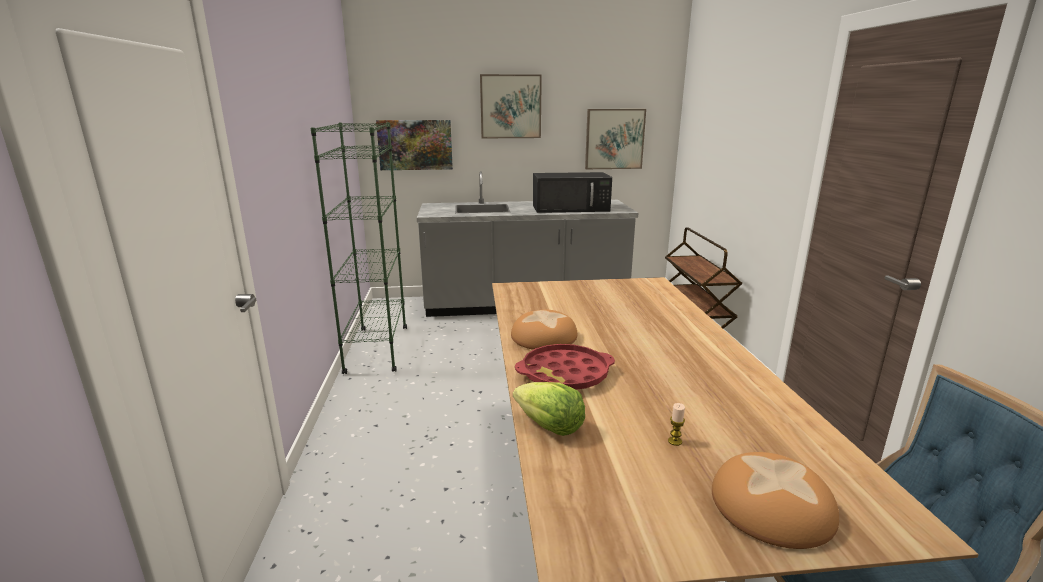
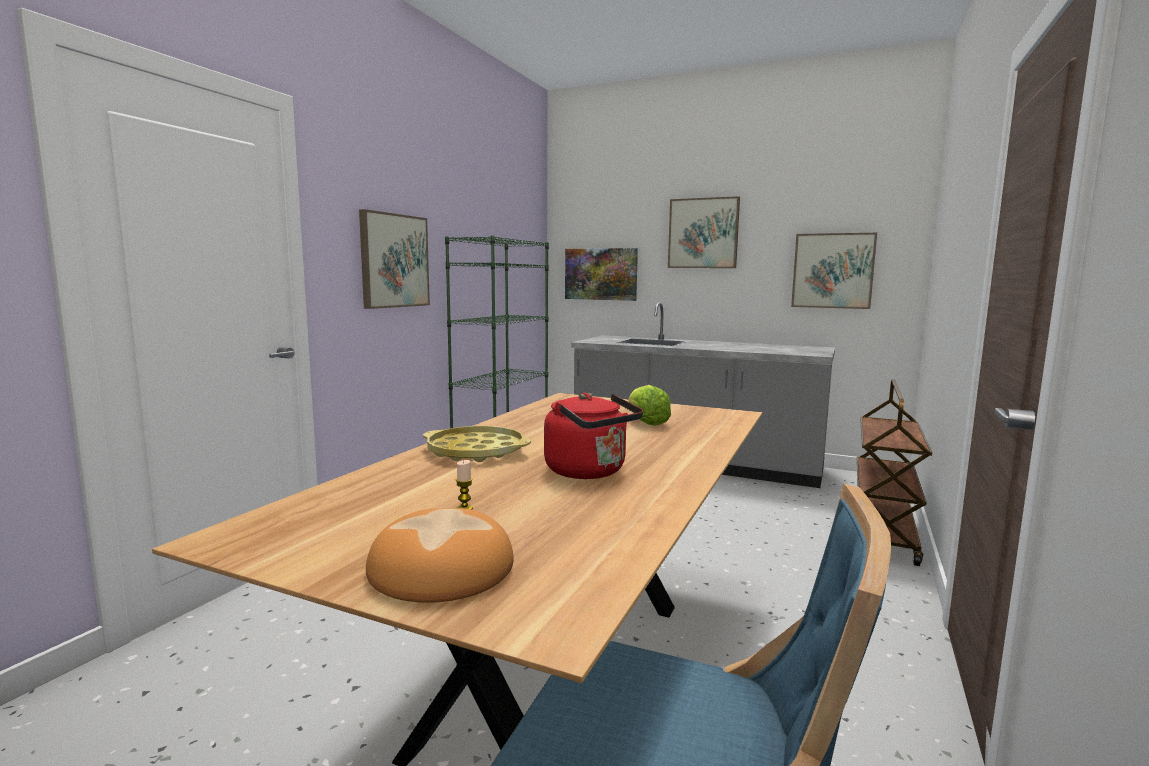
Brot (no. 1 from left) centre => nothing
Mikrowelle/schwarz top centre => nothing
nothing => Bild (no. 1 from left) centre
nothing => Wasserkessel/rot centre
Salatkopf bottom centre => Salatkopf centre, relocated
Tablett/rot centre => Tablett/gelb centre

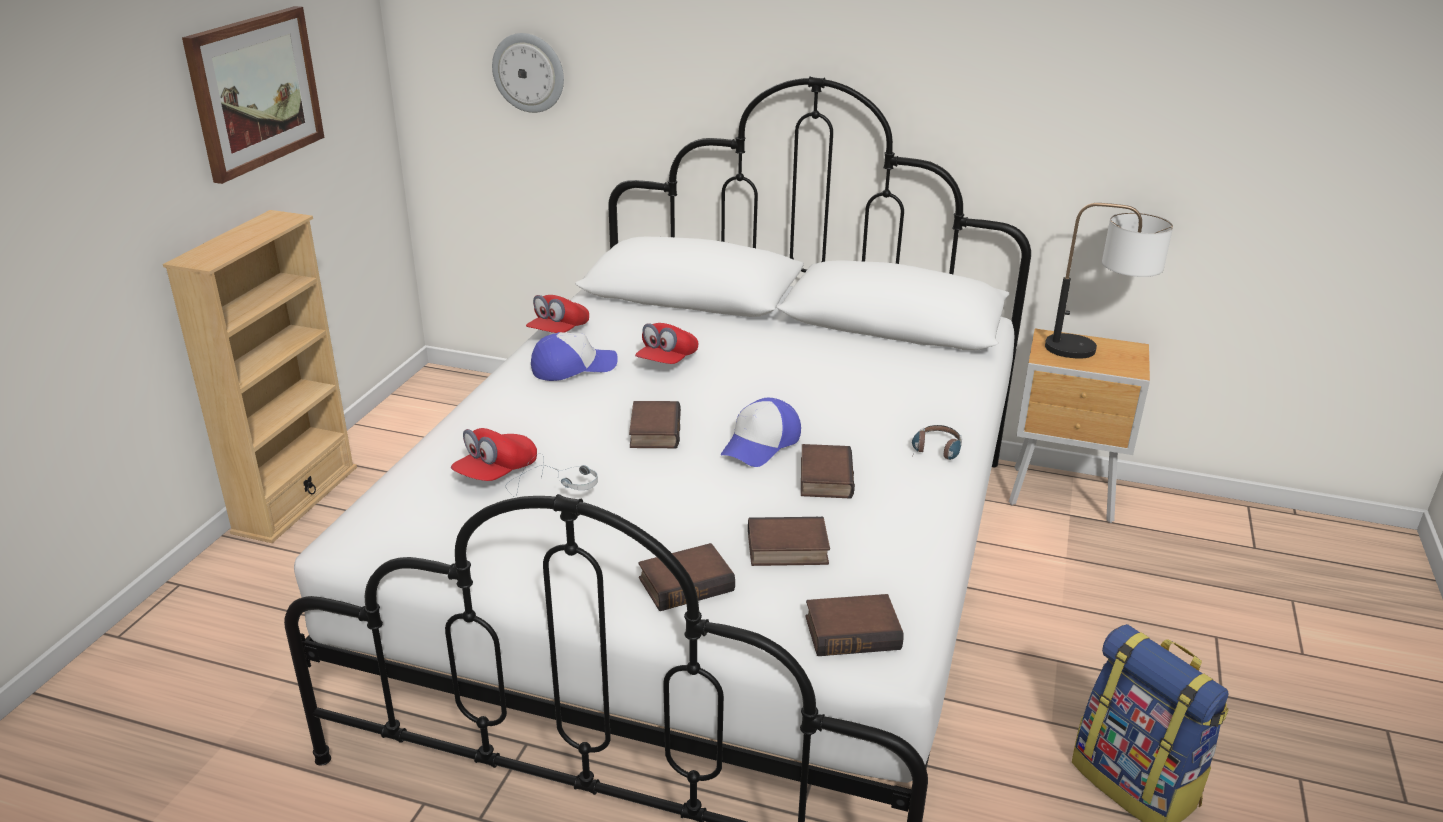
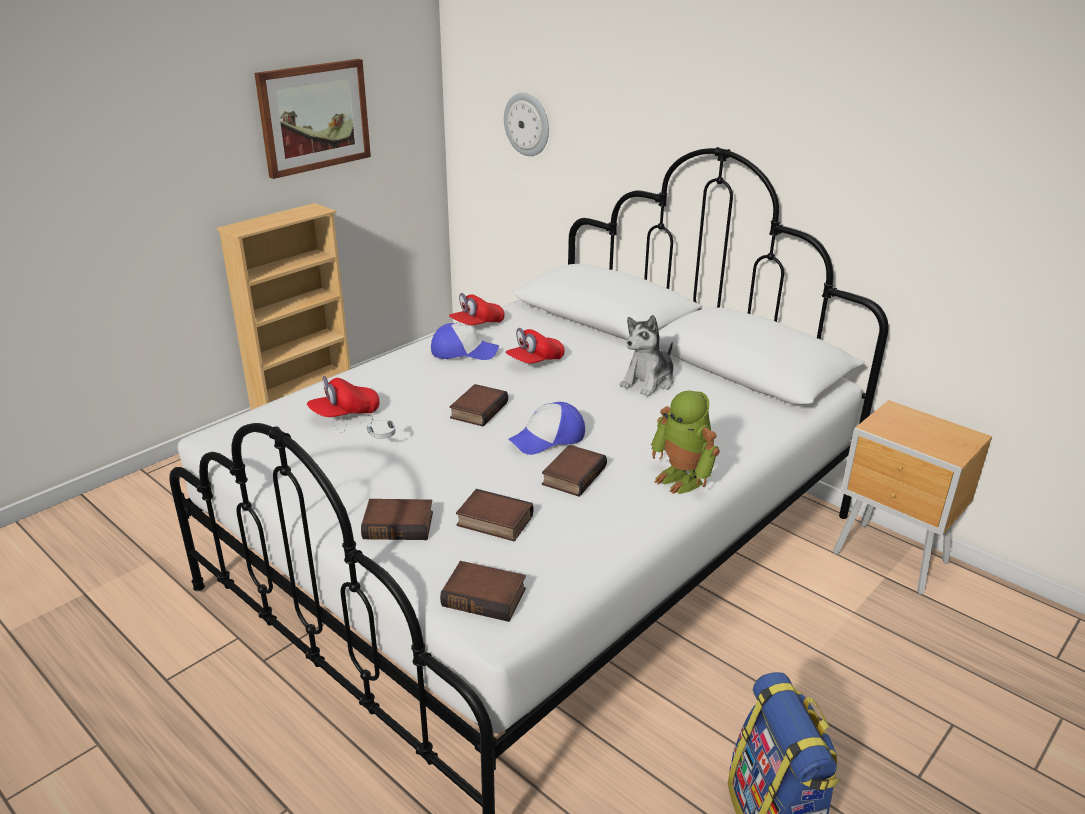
Tischlampe middle right => nothing
nothing => Plüschtier centre
Kopfhörer (no. 2 from left) centre => Spielzeugroboter centre

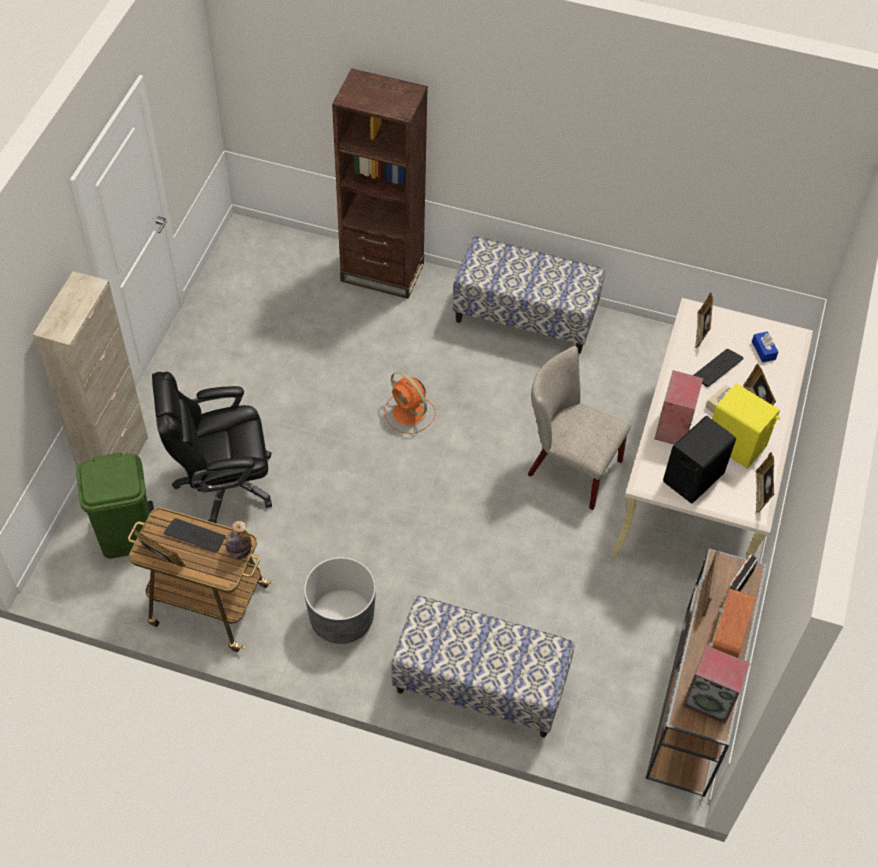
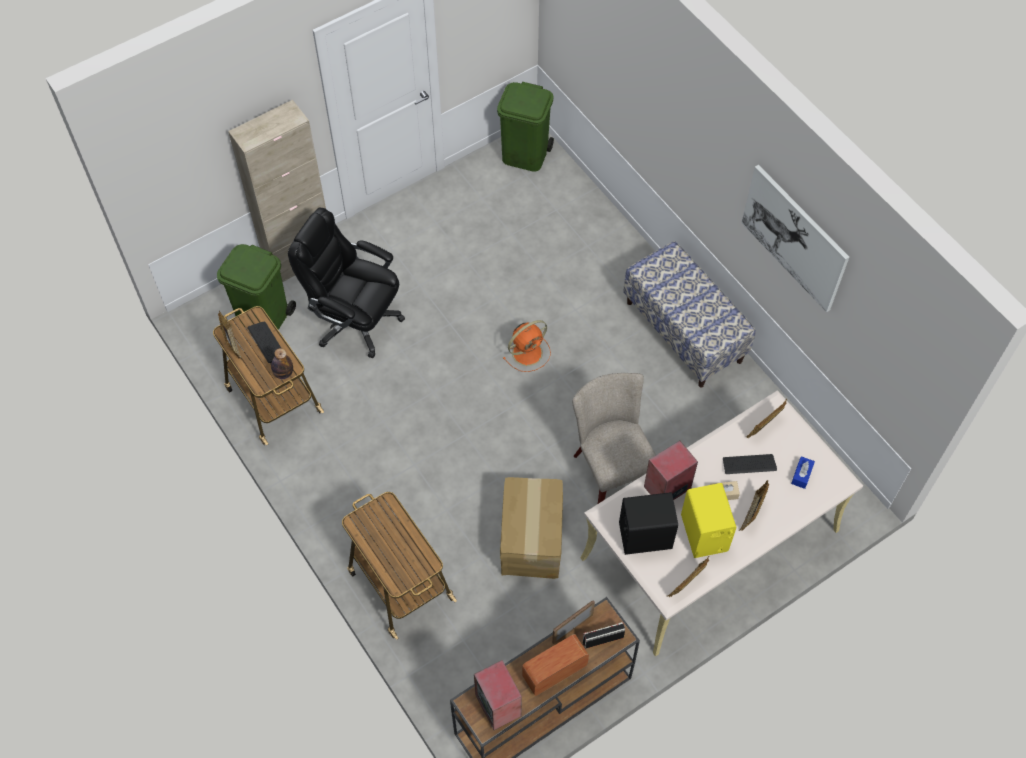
Pflanzkübel/grau bottom centre => nothing
Bücherregal/braun top centre => nothing
nothing => Mülleimer/grün (no. 2 from left) top centre
nothing => Karton bottom centre
nothing => Bild top right
Bank (no. 1 from left) bottom centre => Rollwagen (no. 2 from left) bottom centre
Ventilator/orange centre, 120 degrees counterclockwise

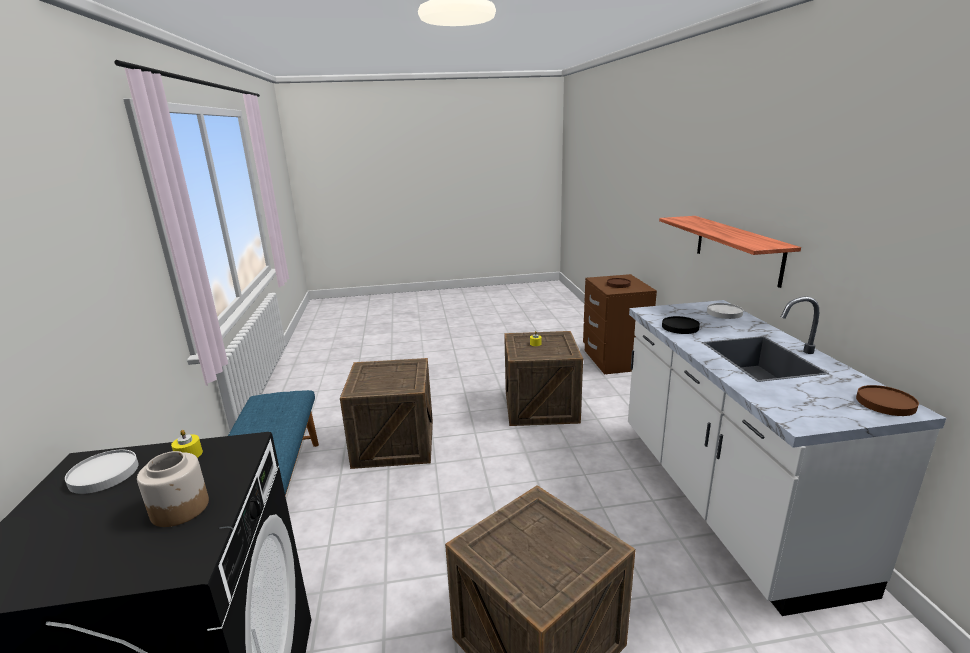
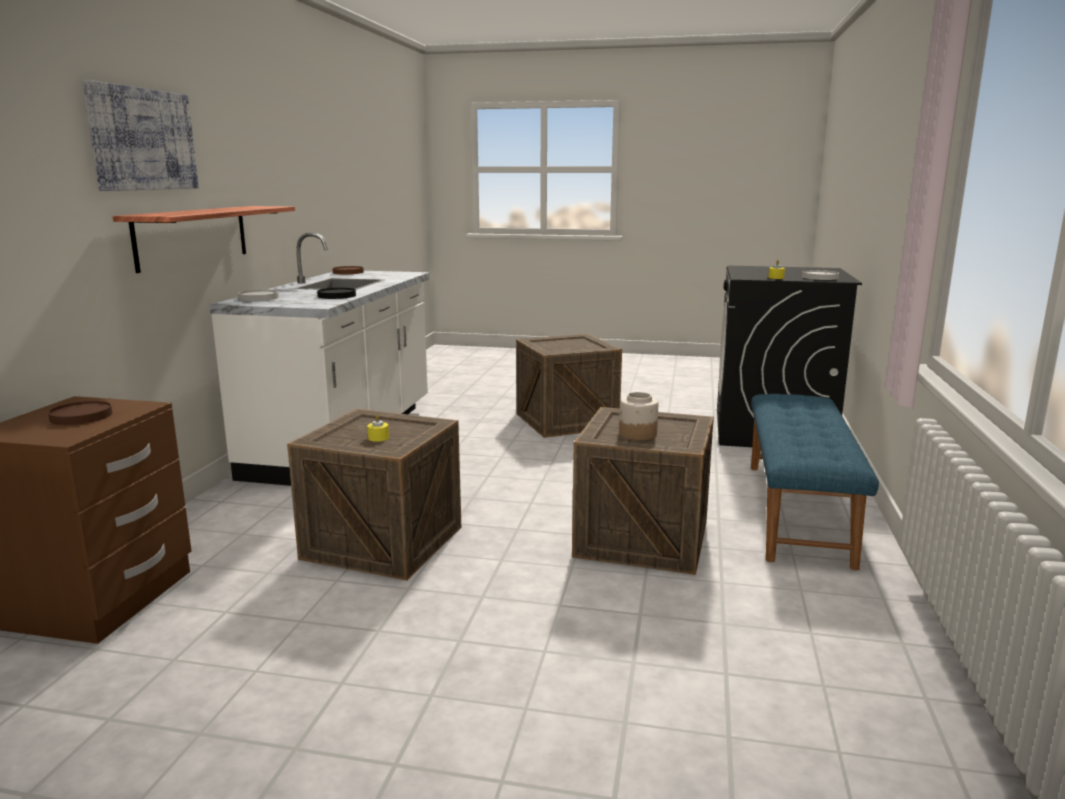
nothing => Bild top left
Vorratsglas bottom left => Vorratsglas centre, relocated

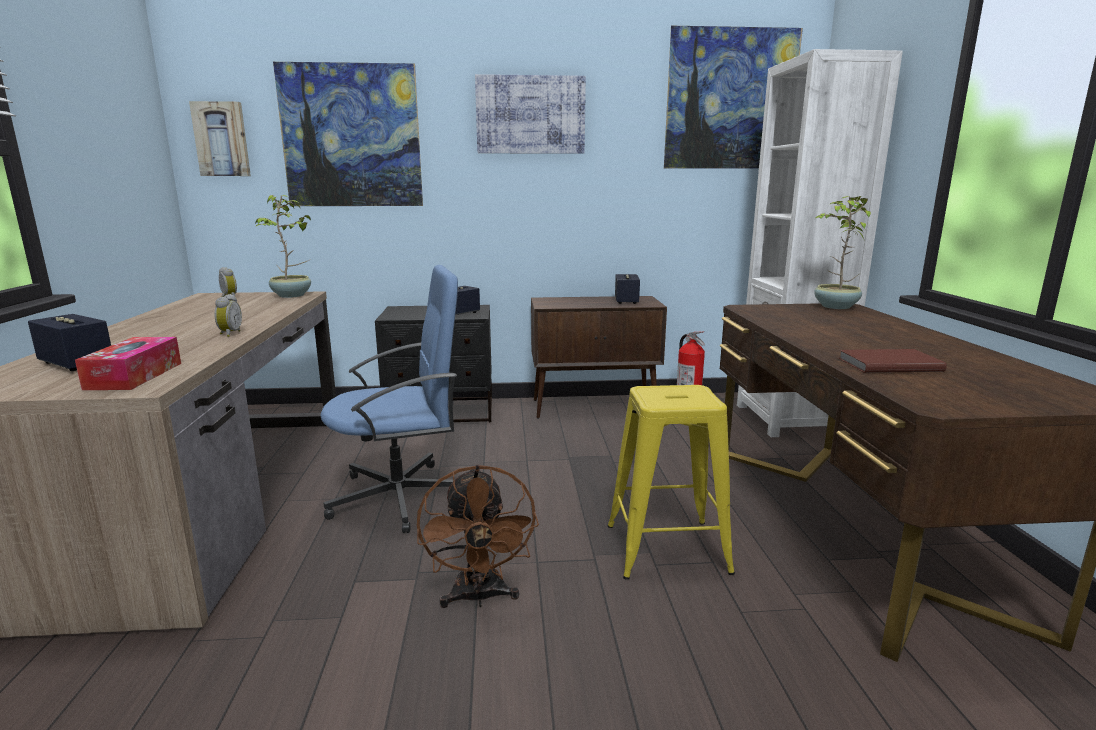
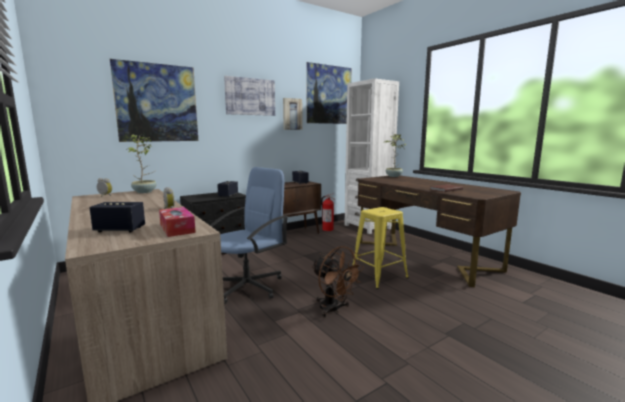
Bild (no. 1 from left in the first image) top left => Bild (no. 3 from left) top centre, relocated

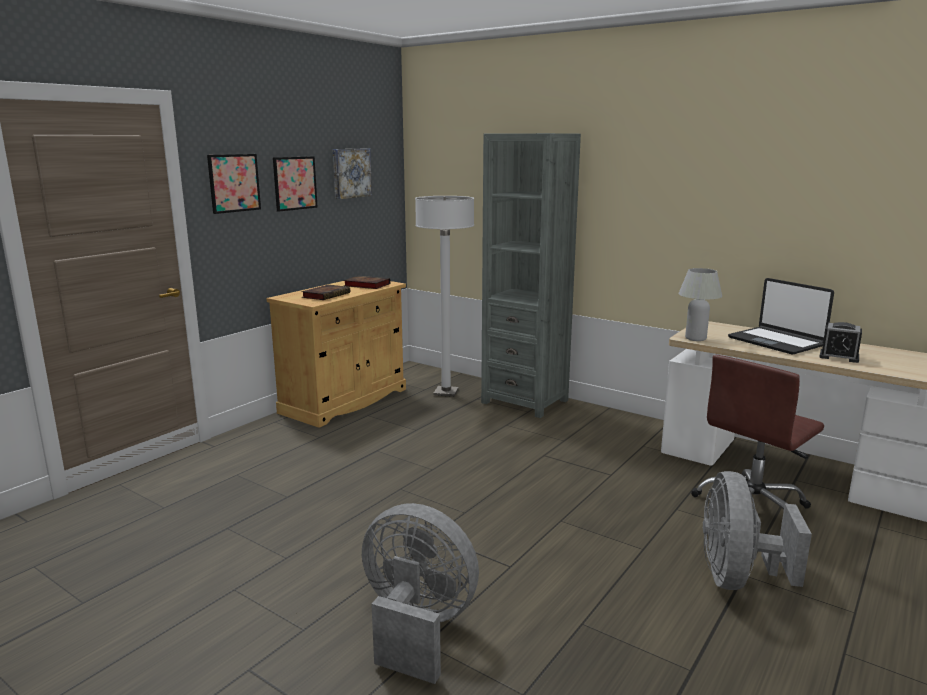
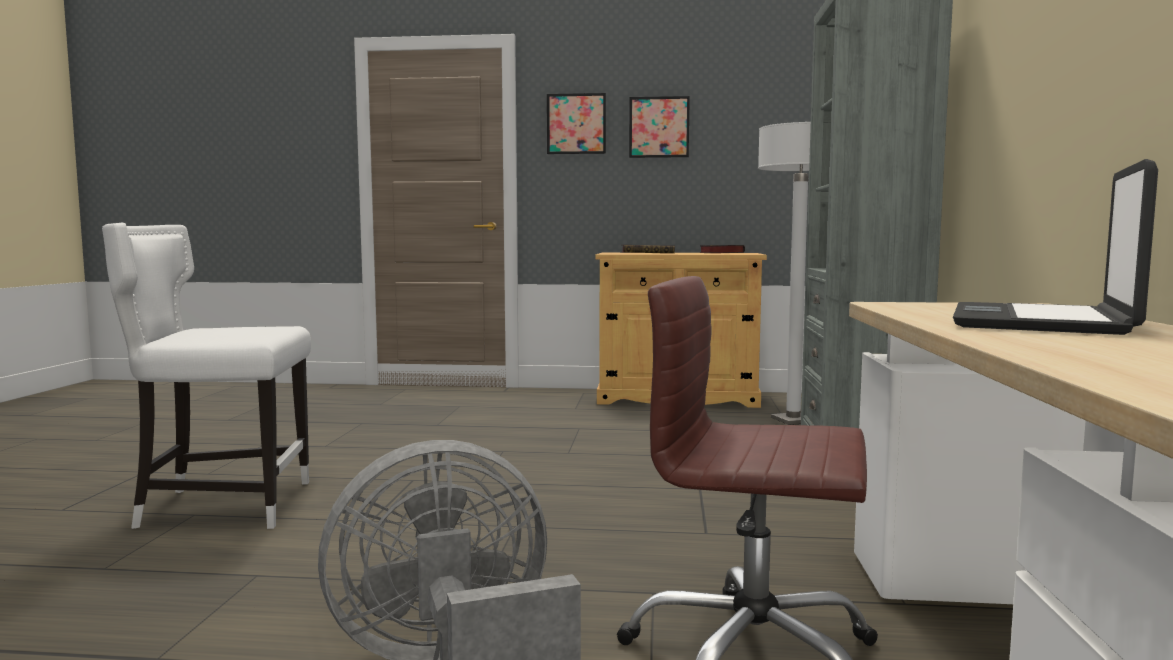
Bild (no. 3 from left) top centre => nothing
Tischlampe/weiß middle right => nothing
Wecker middle right => nothing
Ventilator/grau (no. 1 from left) bottom centre => Stuhl/weiß middle left

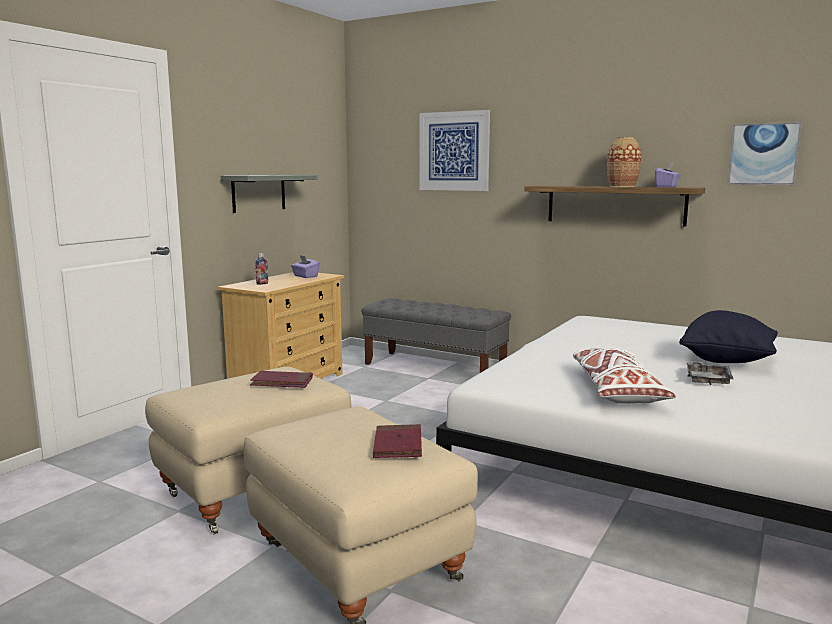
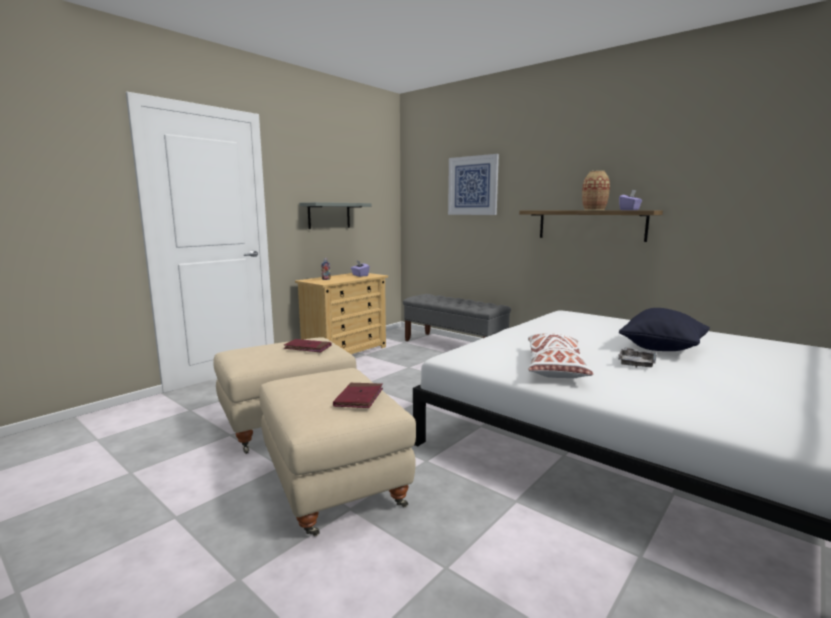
Bild (no. 2 from left) top right => nothing

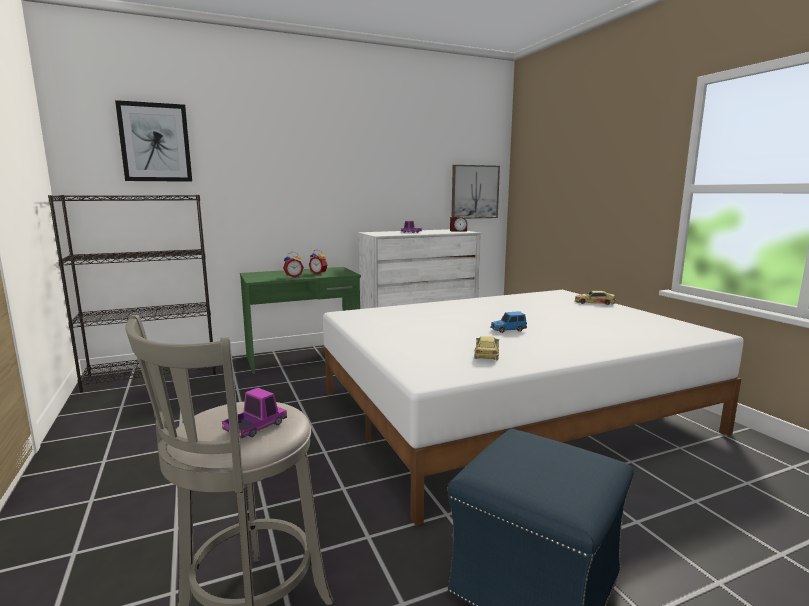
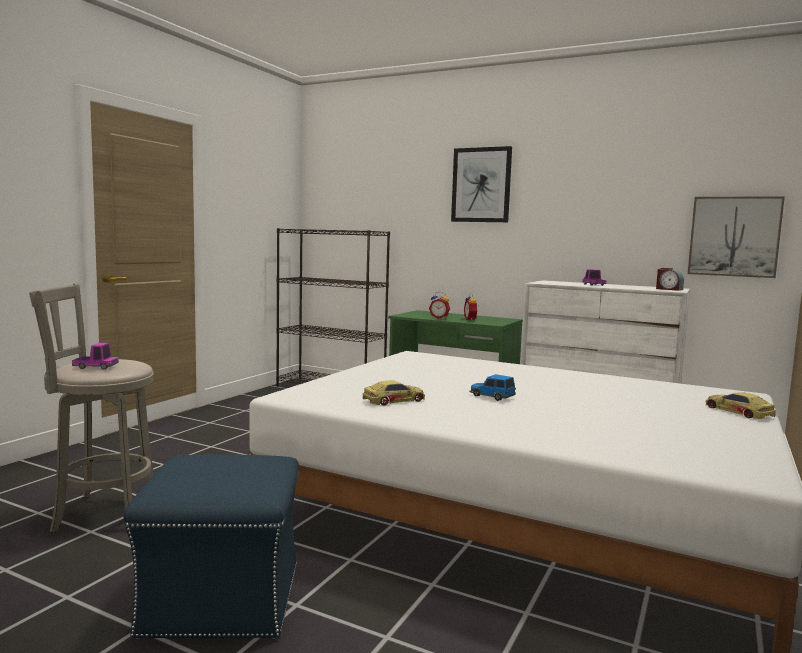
Bild (no. 1 from left) top left => Bild (no. 1 from left) top centre, relocated

